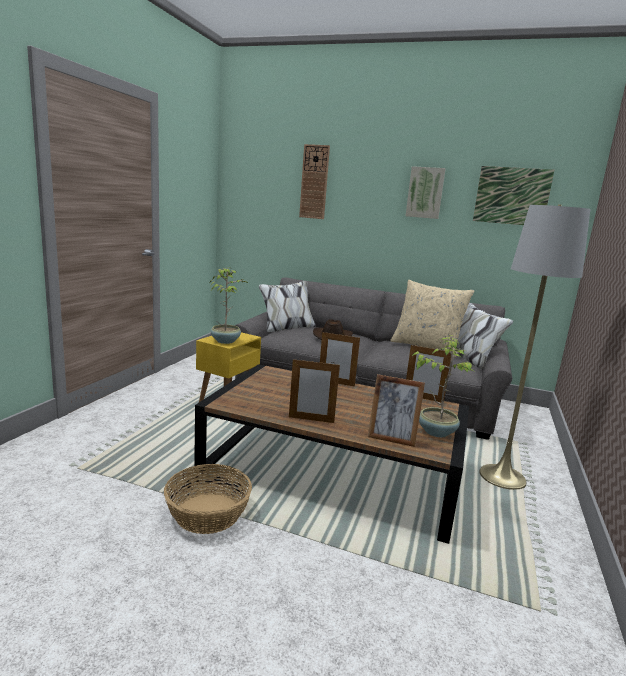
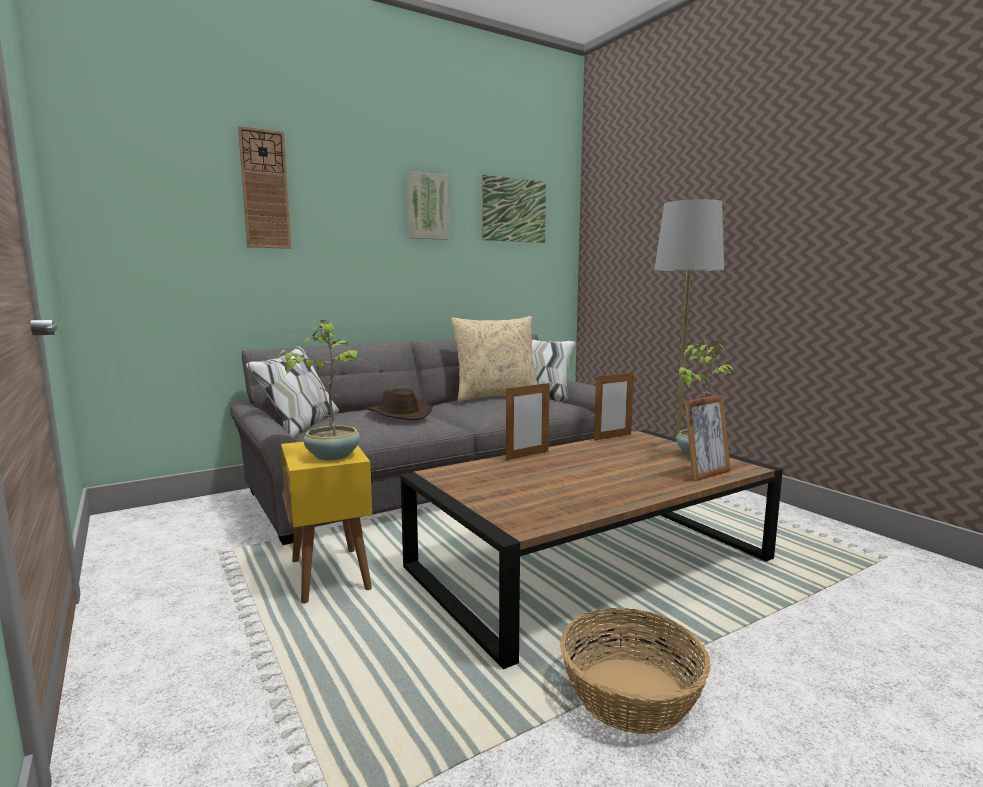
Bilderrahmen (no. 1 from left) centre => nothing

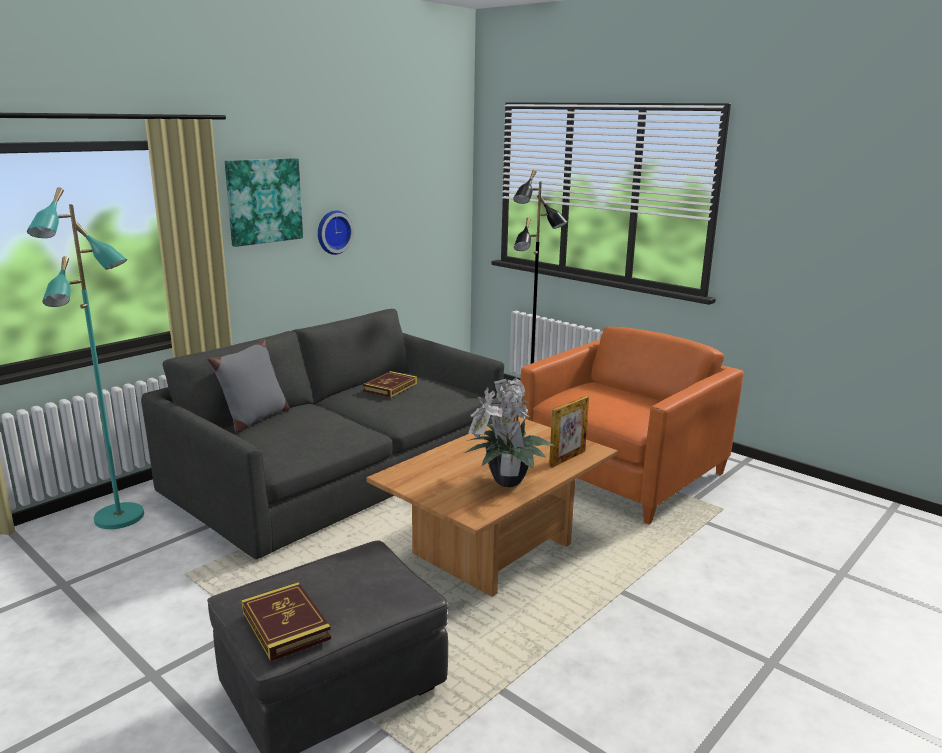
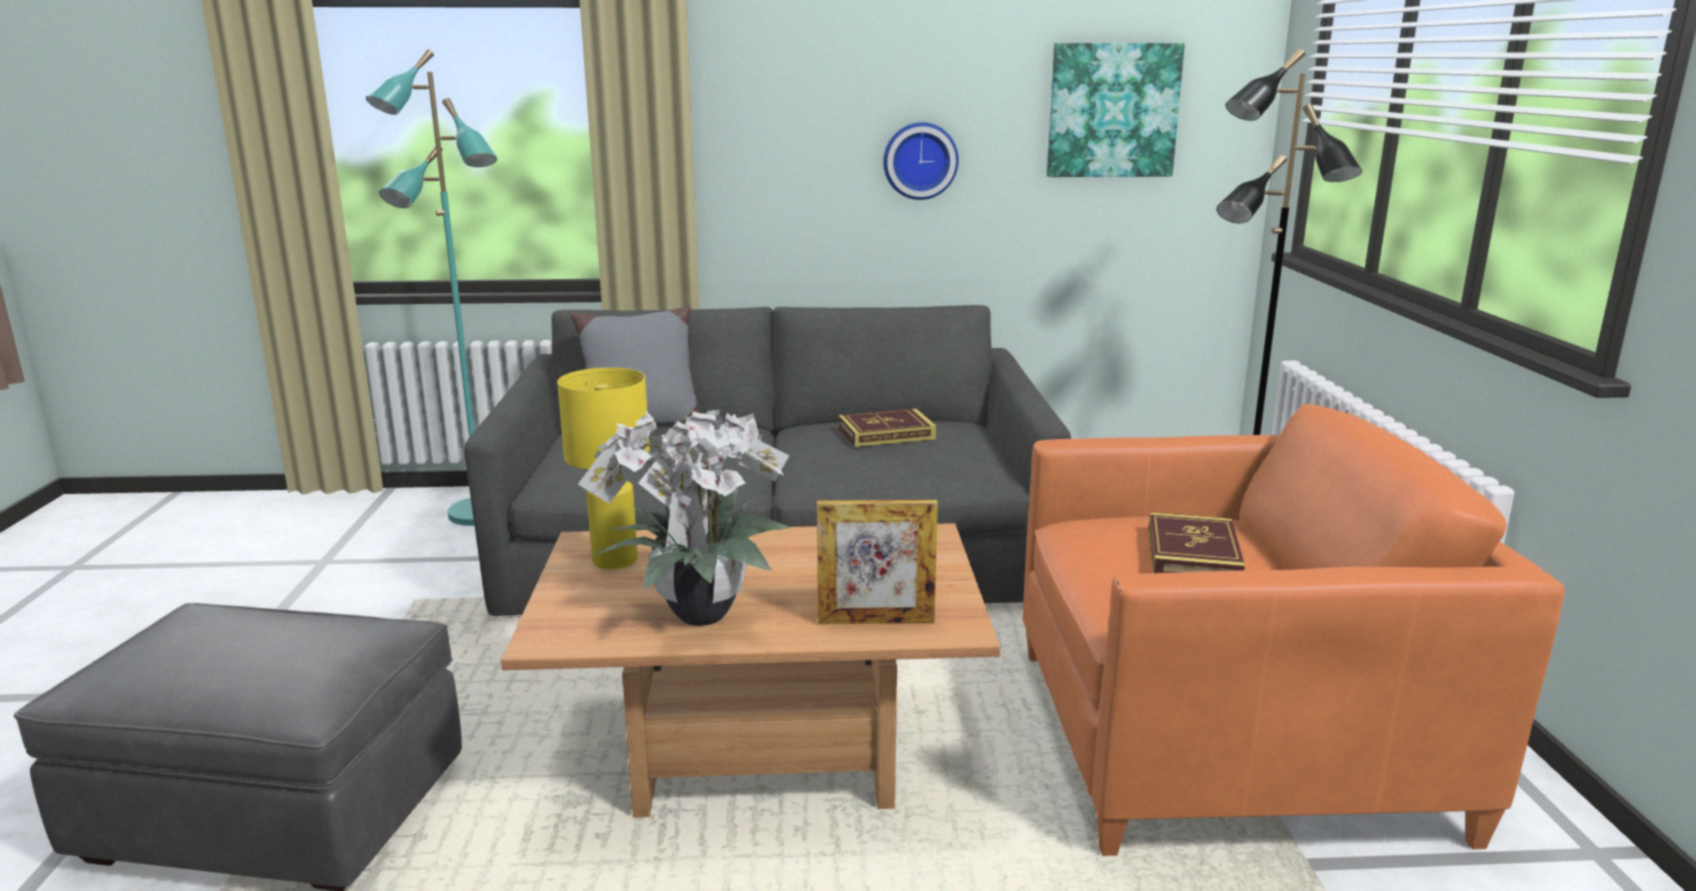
nothing => Tischlampe/gelb centre
Bild top left => Bild top centre, relocated
Buch (no. 1 from left in the first image) bottom left => Buch (no. 2 from left) middle right, relocated

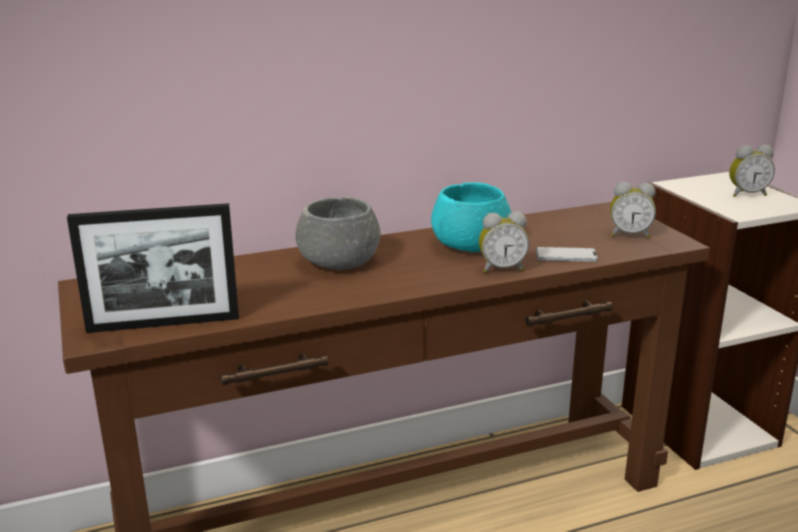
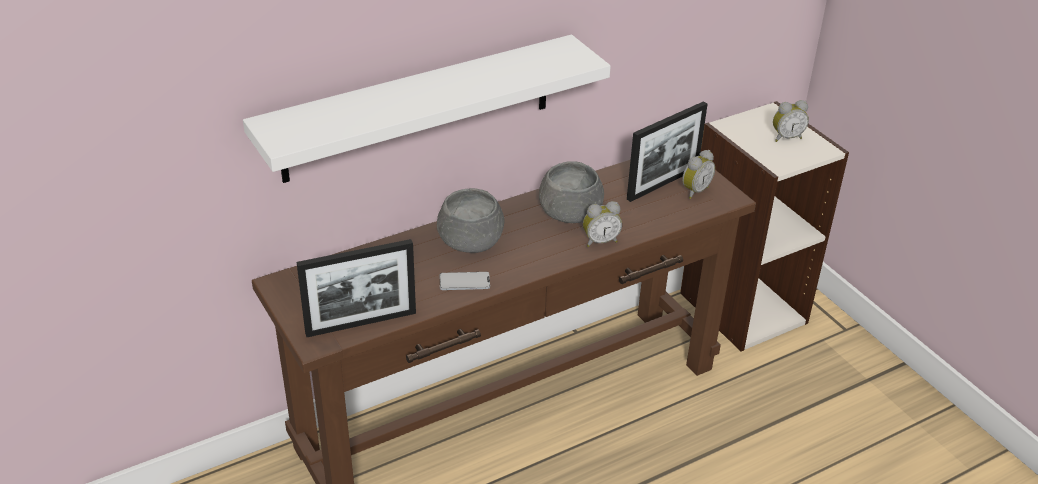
nothing => Wandregal/weiß top centre
nothing => Bilderrahmen (no. 2 from left) top centre
Handy middle right => Handy centre, relocated
Schüssel/türkis centre => Schüssel/grau (no. 2 from left) centre
Wecker (no. 2 from left) middle right, 45 degrees counterclockwise

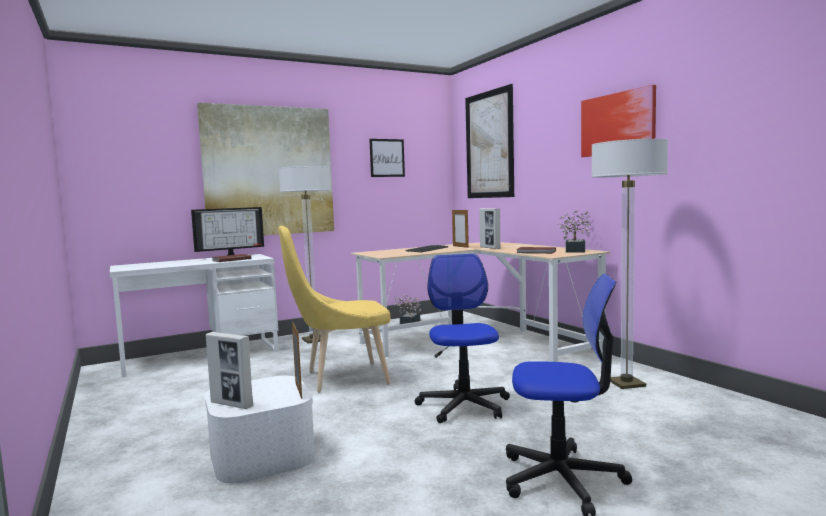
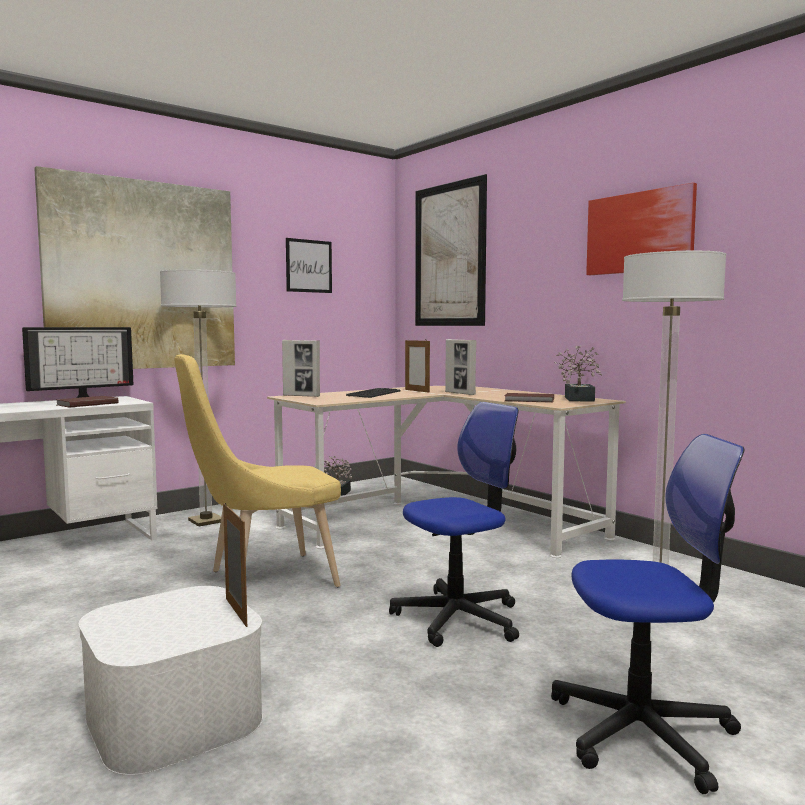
Bilderrahmen (no. 1 from left in the first image) bottom left => Bilderrahmen (no. 2 from left) centre, relocated
Bürostuhl (no. 1 from left) centre, 75 degrees clockwise

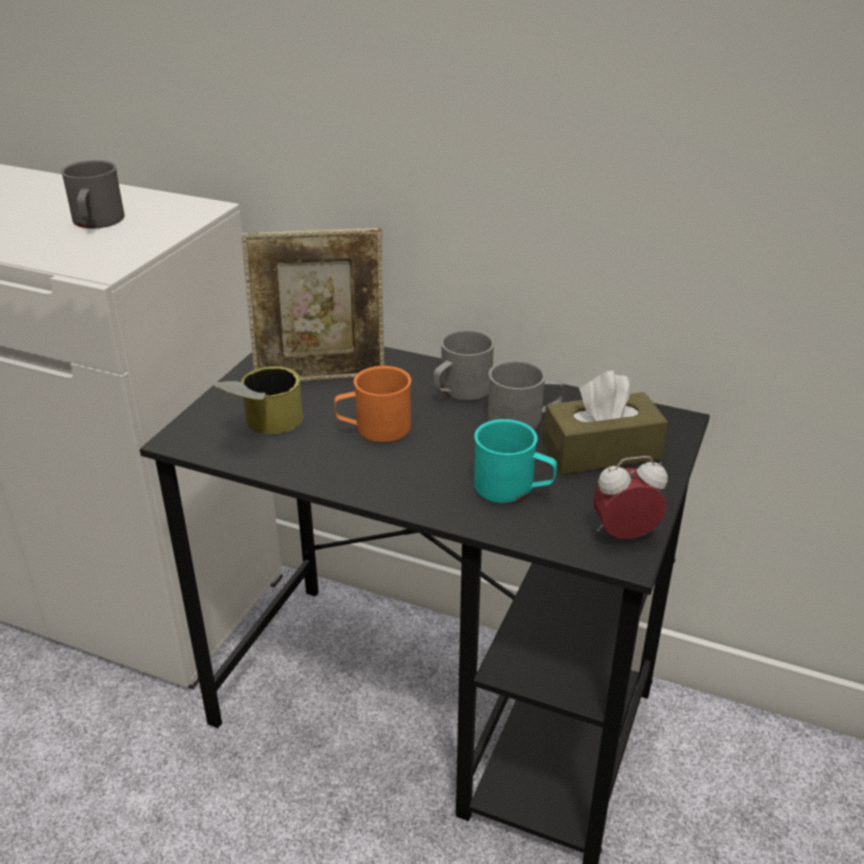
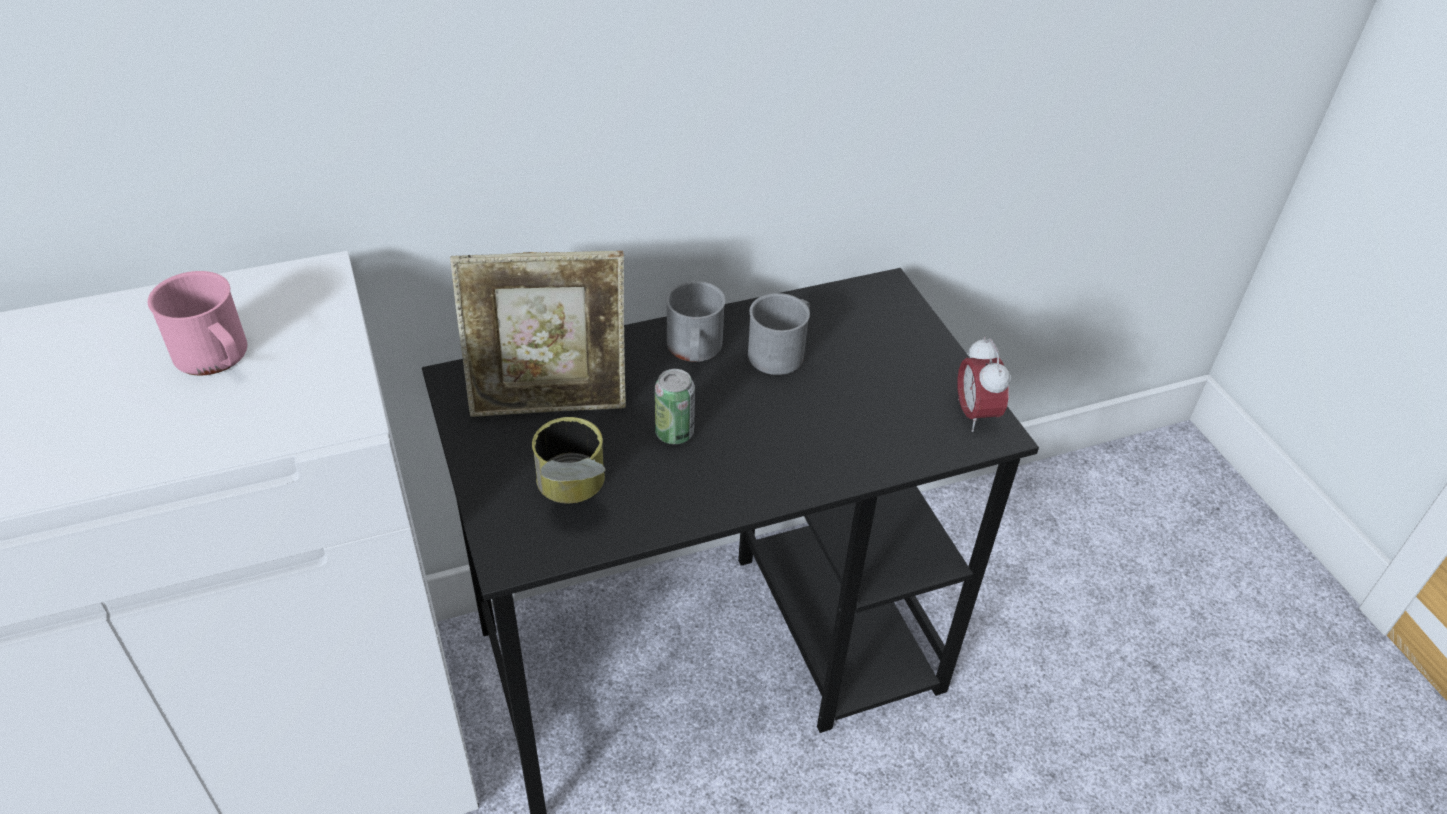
Henkelbecher/türkis centre => nothing
Taschentuchbox/braun middle right => nothing
Henkelbecher/orange centre => Dose (no. 2 from left) centre
Henkelbecher/grau (no. 1 from left) top left => Henkelbecher/rosa middle left
Bilderrahmen centre, 45 degrees clockwise
Wecker middle right, 45 degrees counterclockwise

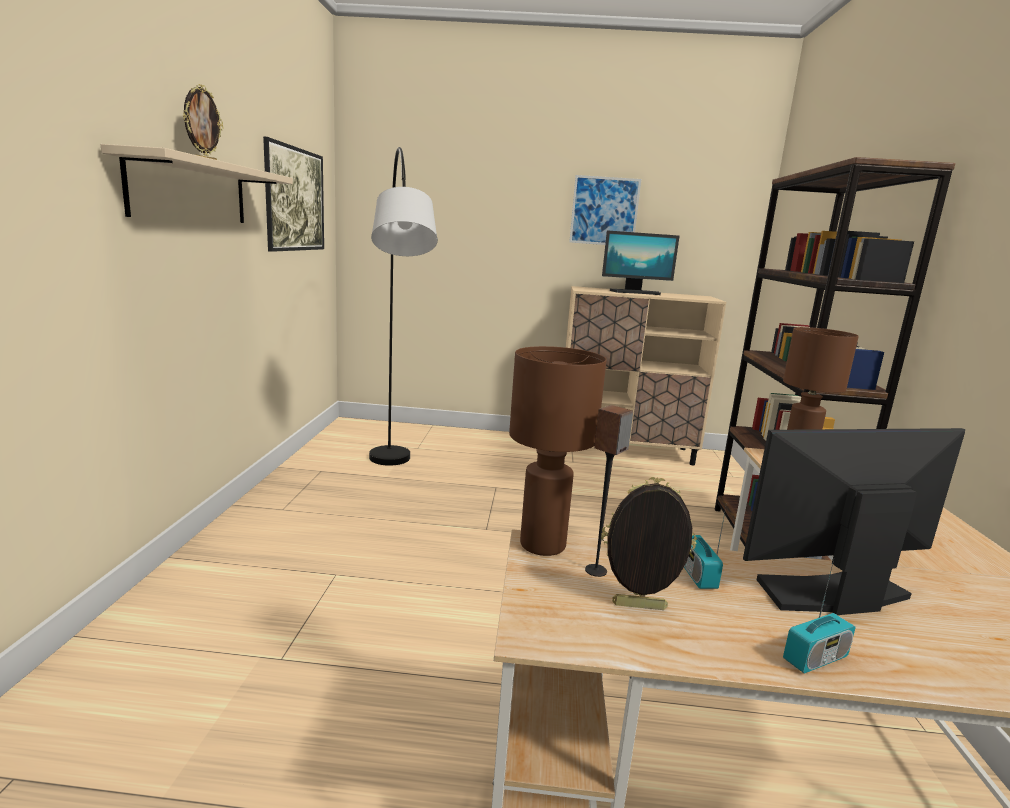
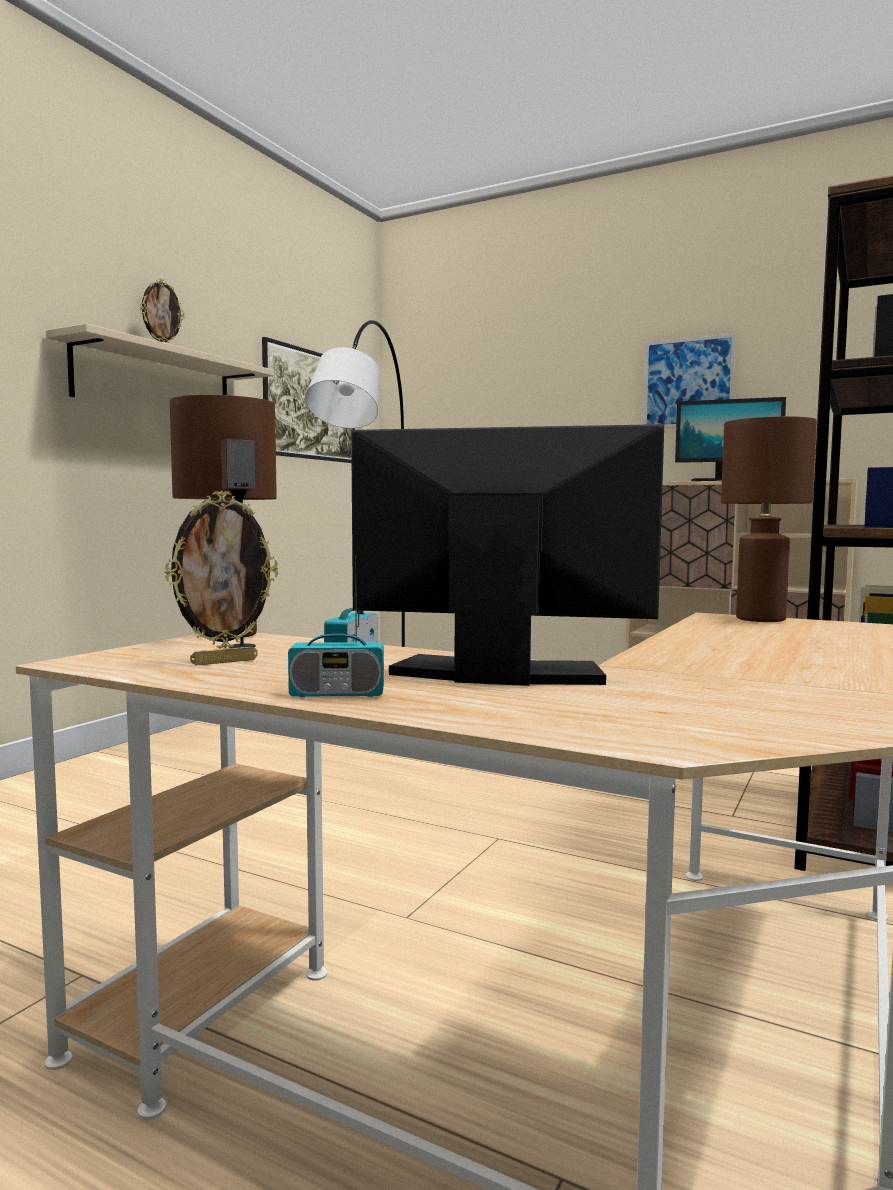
Bilderrahmen (no. 2 from left) bottom centre => Bilderrahmen (no. 2 from left) middle left, 120 degrees clockwise

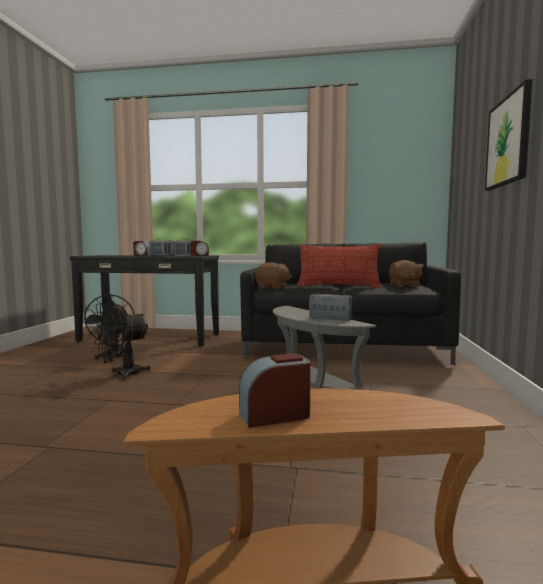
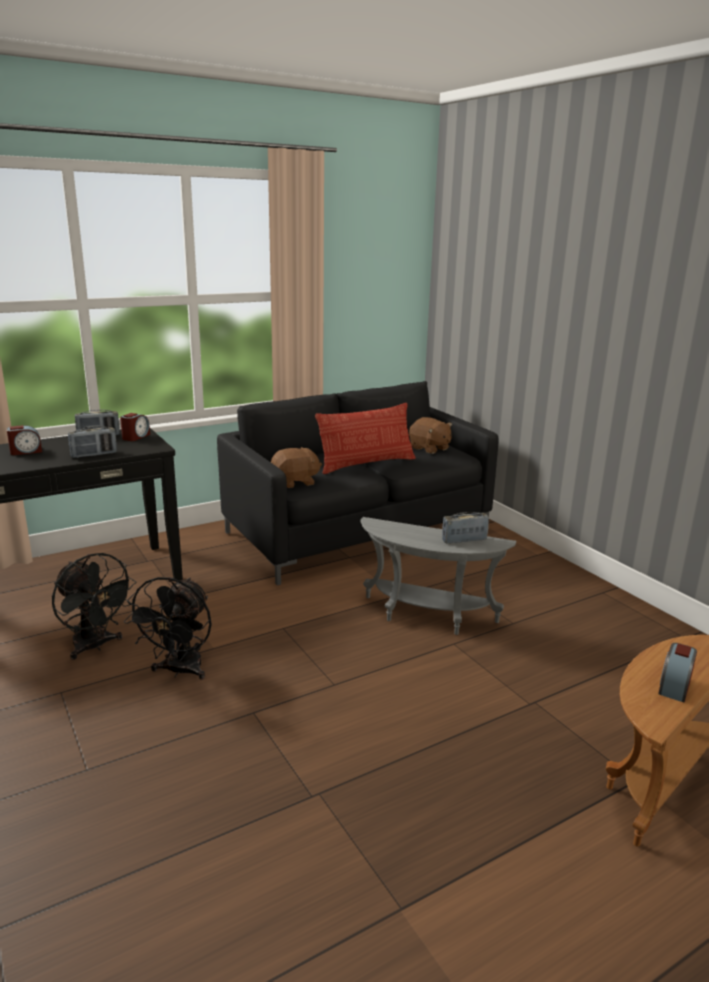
Bild top right => nothing

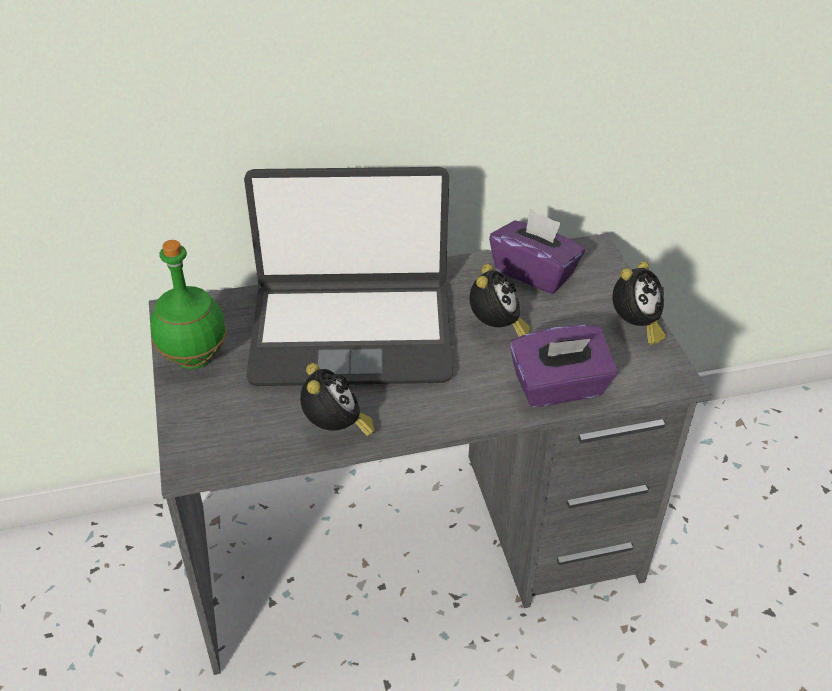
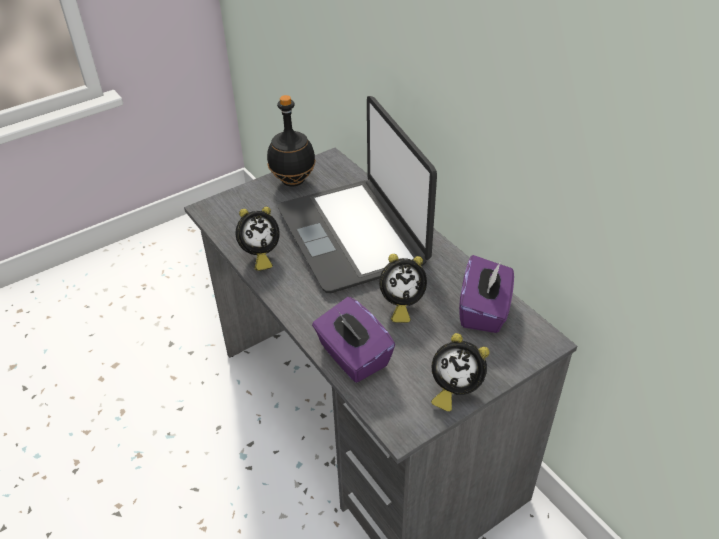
Flasche/grün middle left => Flasche/schwarz top centre

